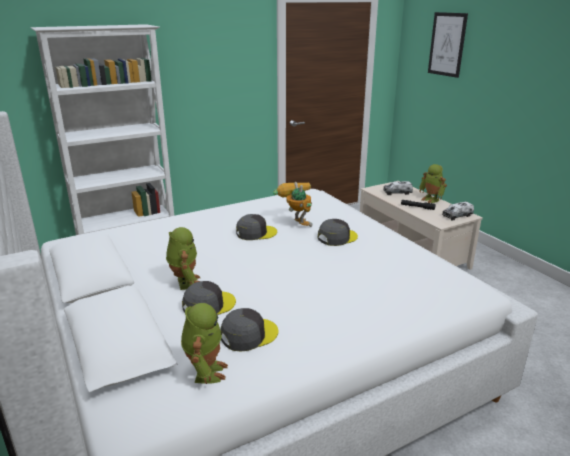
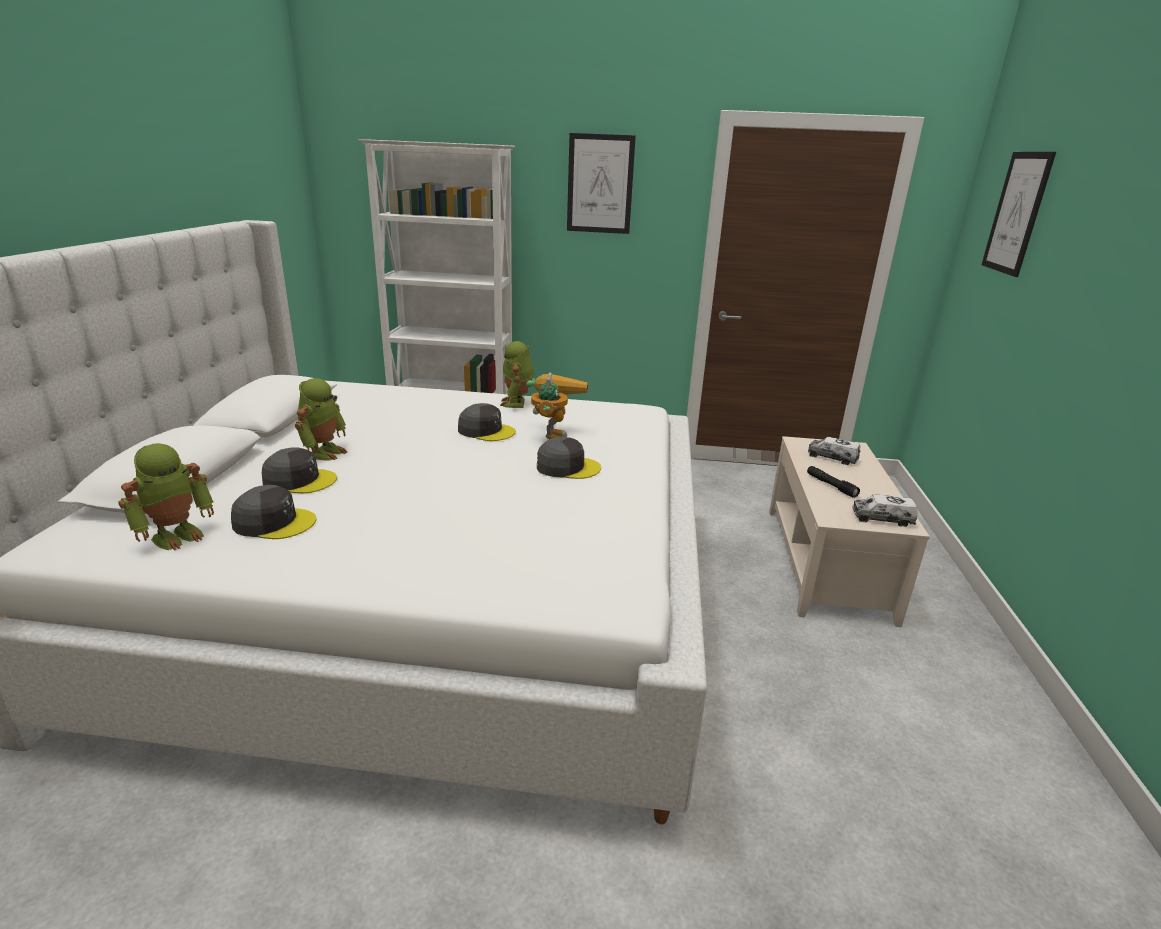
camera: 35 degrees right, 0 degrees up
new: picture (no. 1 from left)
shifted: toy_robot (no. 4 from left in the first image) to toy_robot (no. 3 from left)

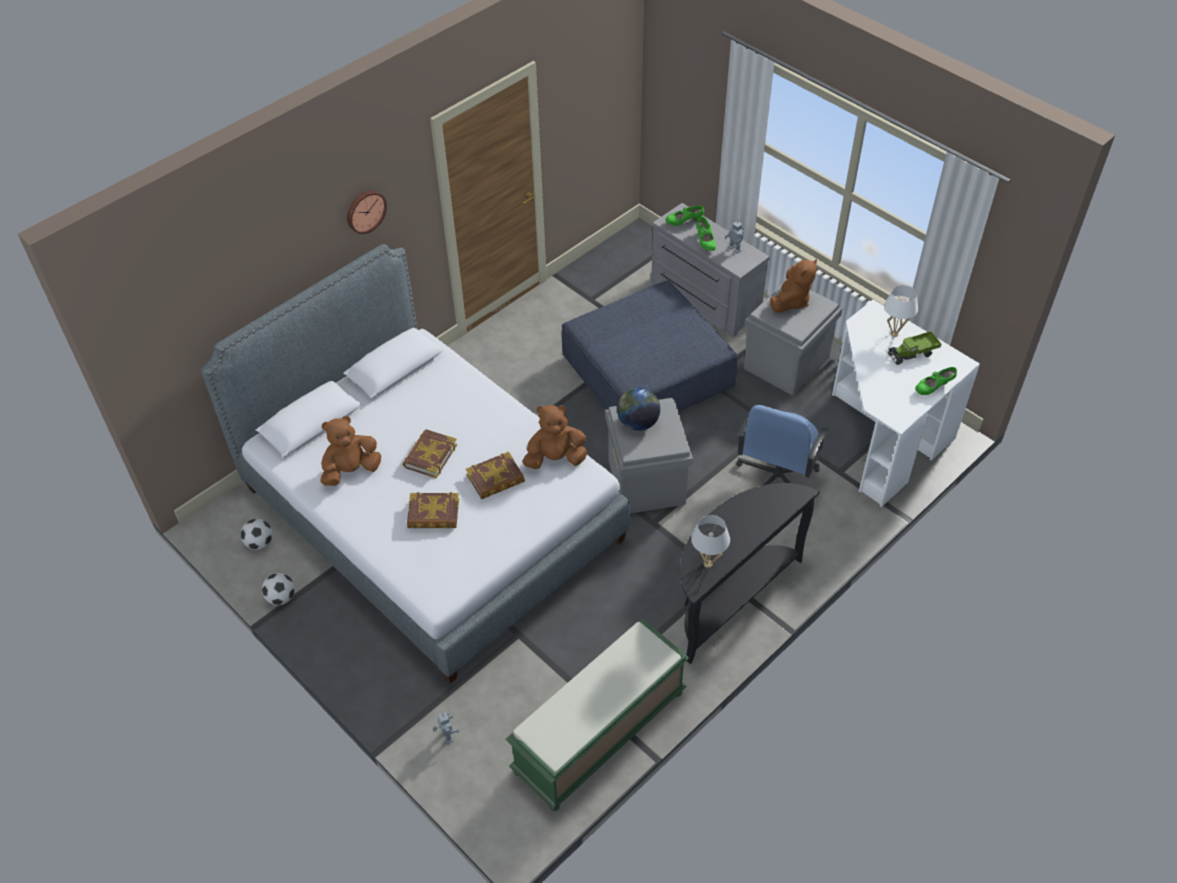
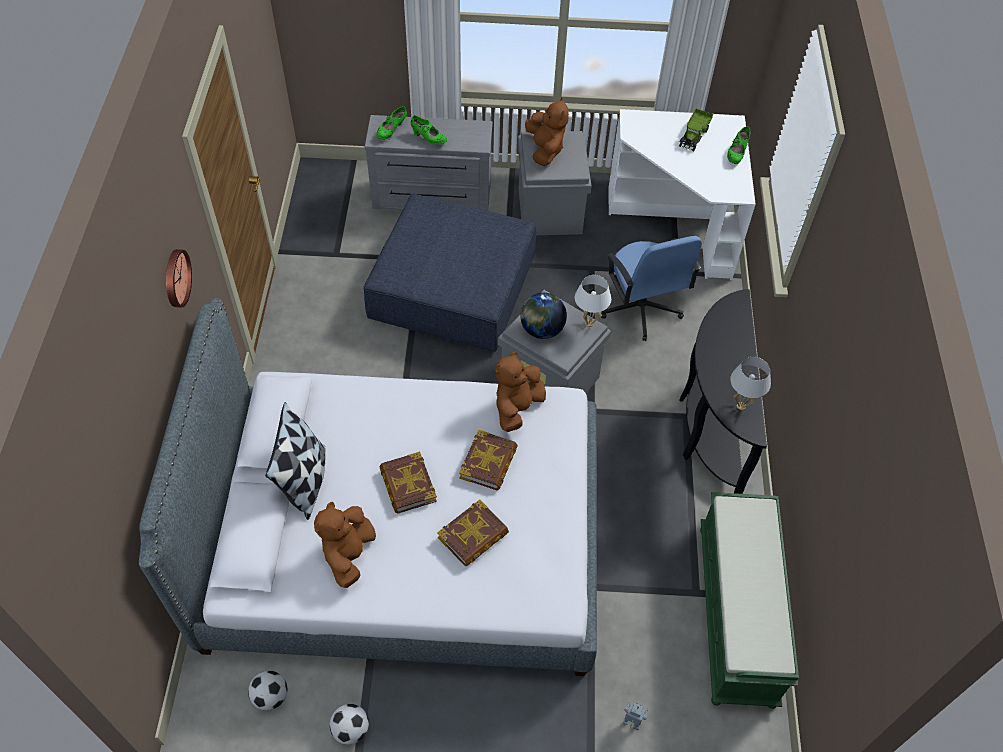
camera: 45 degrees left, 5 degrees up
gone: toy_robot (no. 2 from left)
new: pillow
shifted: white_table_lamp (no. 2 from left in the first image) to white_table_lamp (no. 1 from left)

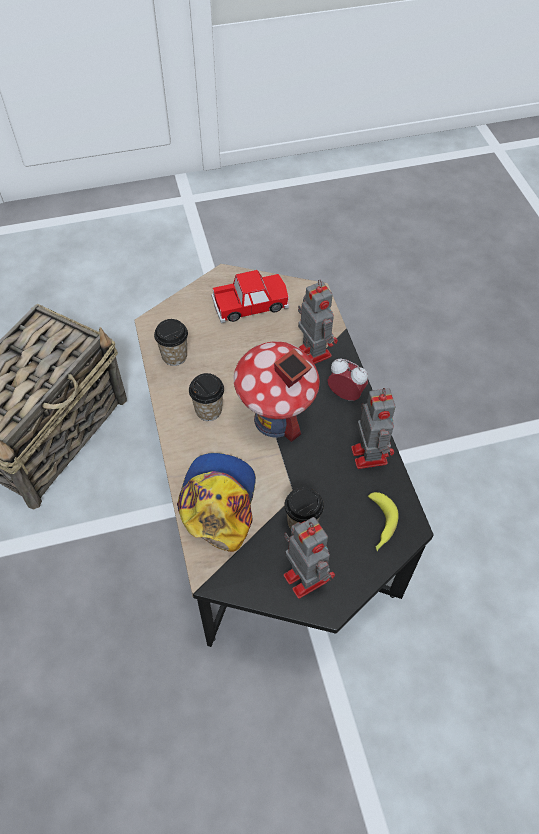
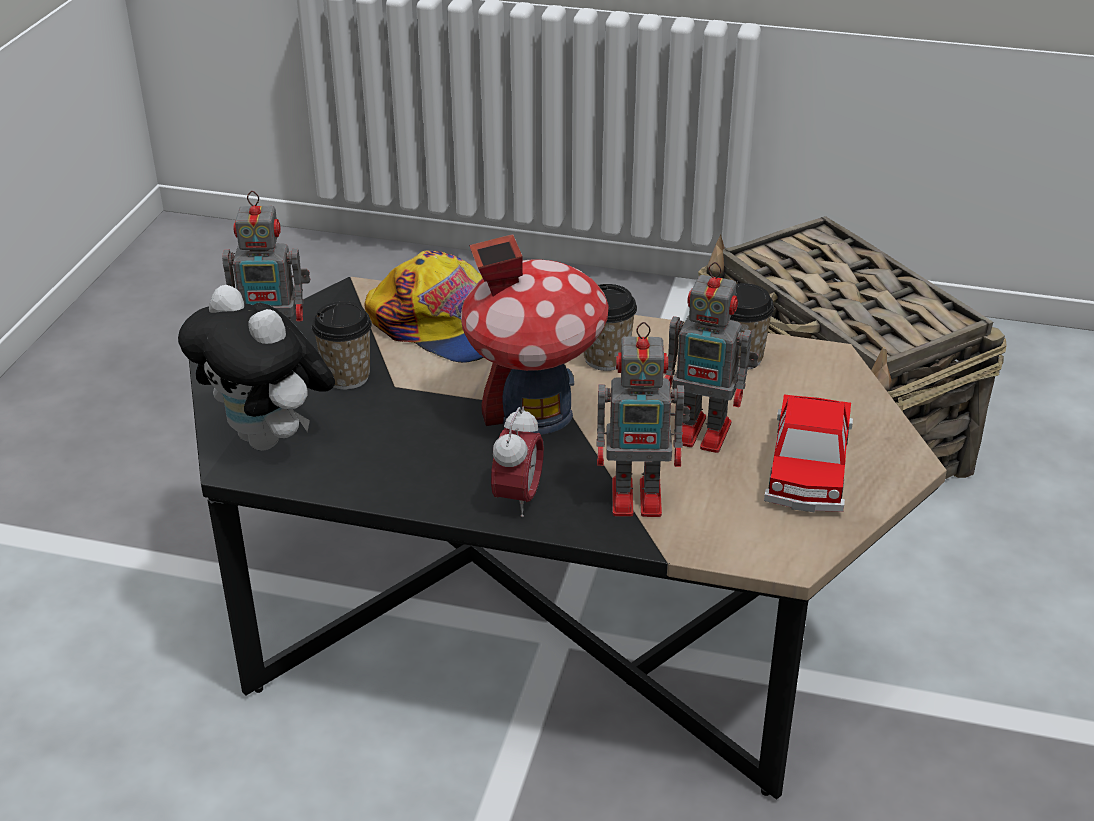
camera: 120 degrees right, 20 degrees down
shifted: toy_robot (no. 3 from left)
swapped: banana to plush_toy
rotated: alarm_clock 45 degrees counterclockwise

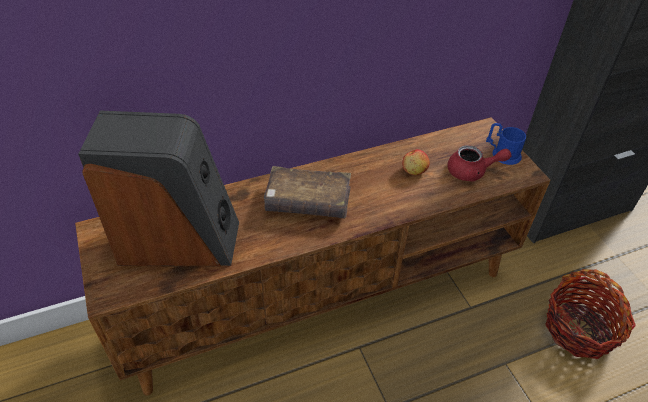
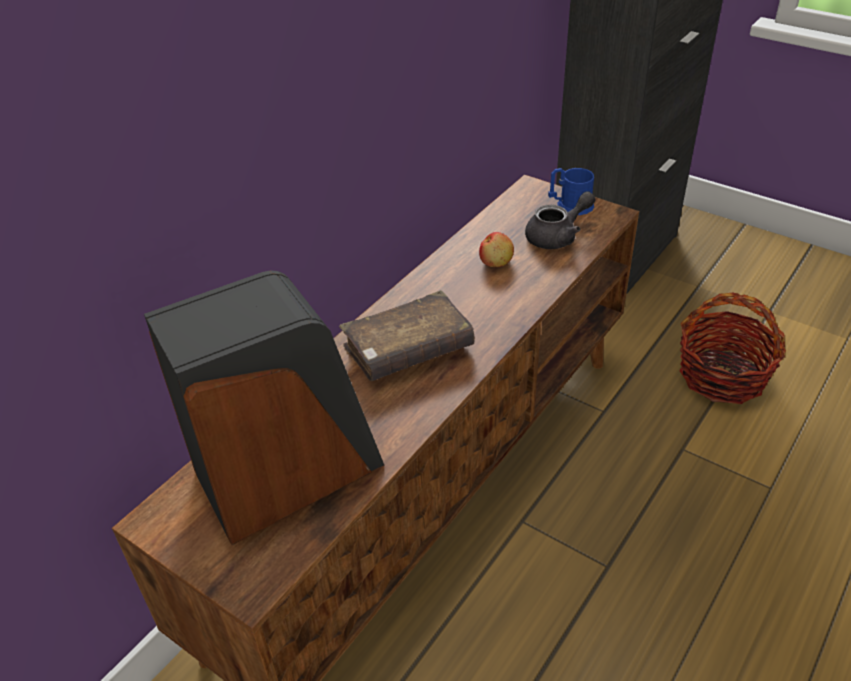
camera: 30 degrees left, 5 degrees down
repainted: red_teapot to grey_teapot

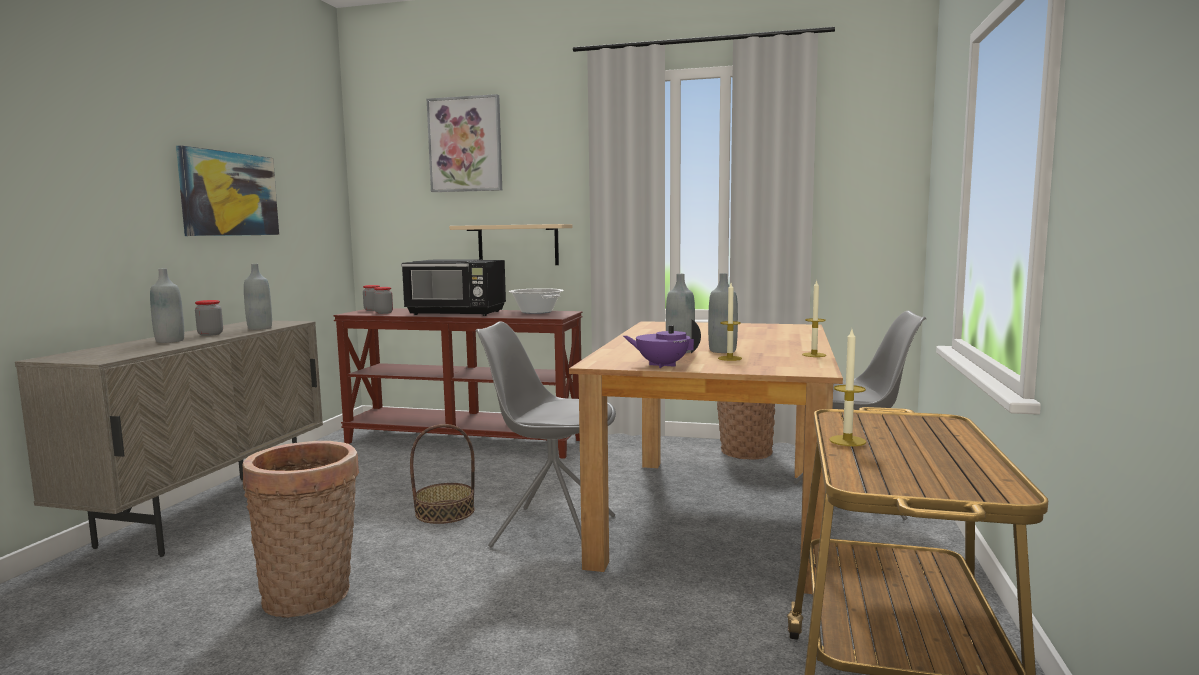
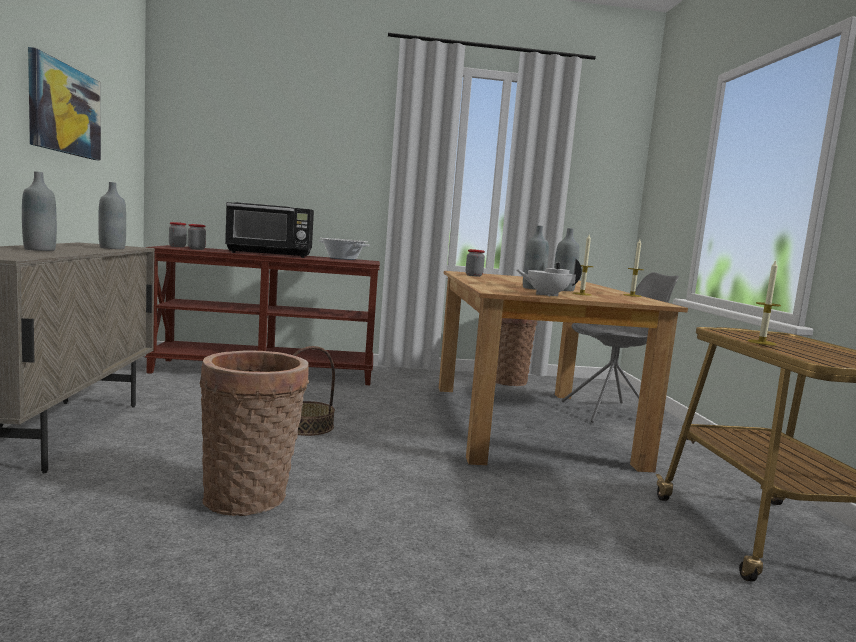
camera: 20 degrees left, 0 degrees up
gone: picture (no. 2 from left); beige_shelf; grey_chair (no. 1 from left)
shifted: jar (no. 1 from left in the first image) to jar (no. 3 from left)
repainted: purple_teapot to white_teapot

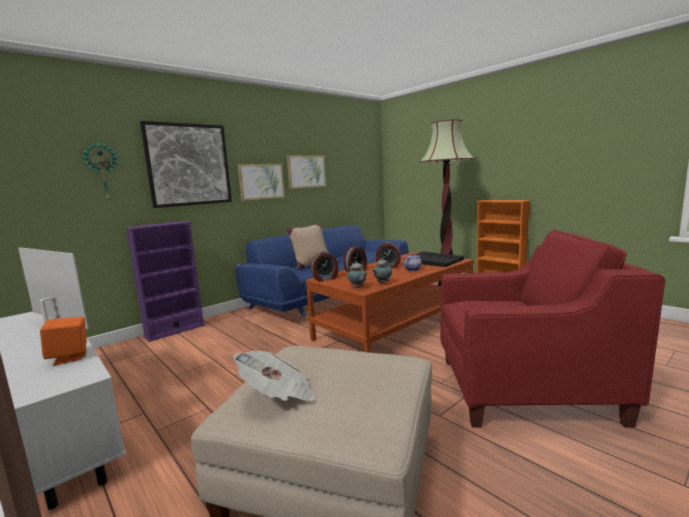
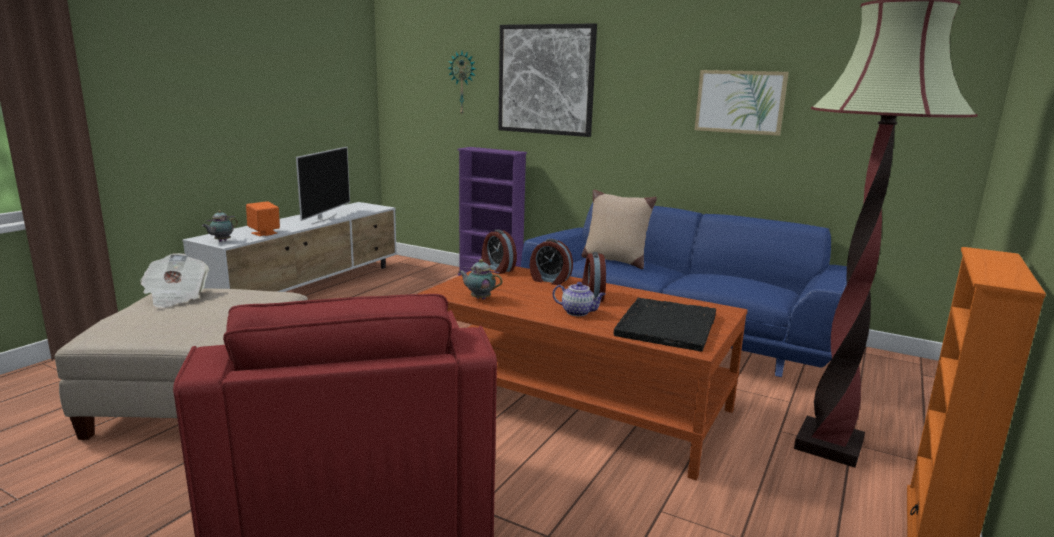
camera: 70 degrees right, 5 degrees up
gone: picture (no. 2 from left)
shifted: teapot (no. 1 from left)

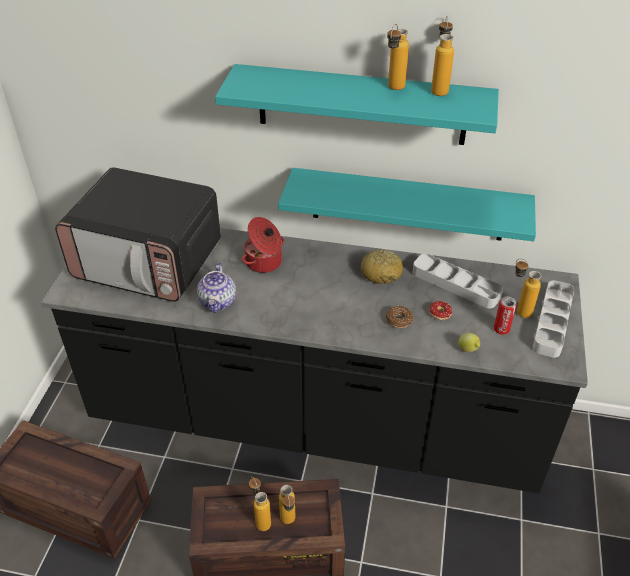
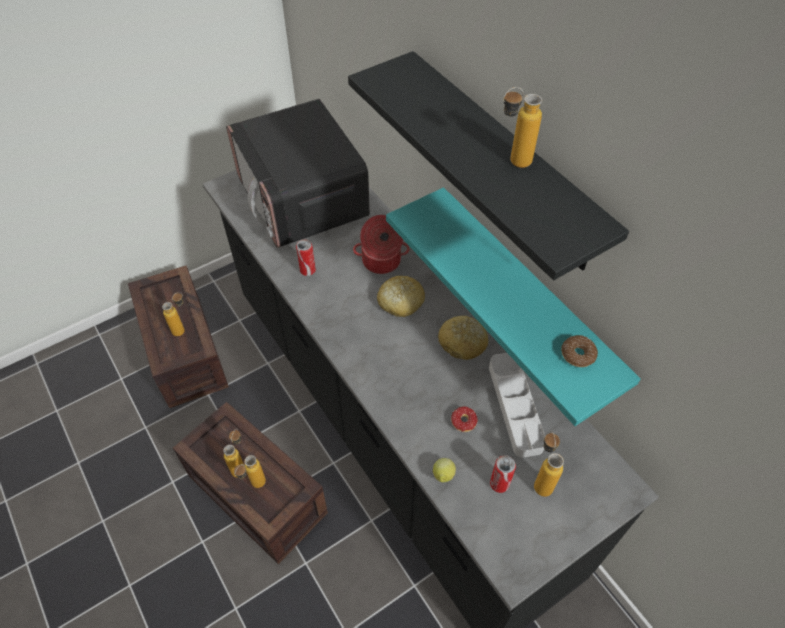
camera: 45 degrees right, 10 degrees up
gone: grey_tray (no. 2 from left)
new: bread (no. 1 from left)
shifted: donut (no. 1 from left in the first image) to donut (no. 2 from left); bottle (no. 4 from left in the first image) to bottle (no. 1 from left)
swapped: teapot to can (no. 1 from left)
repainted: turquoise_shelf (no. 1 from left) to black_shelf

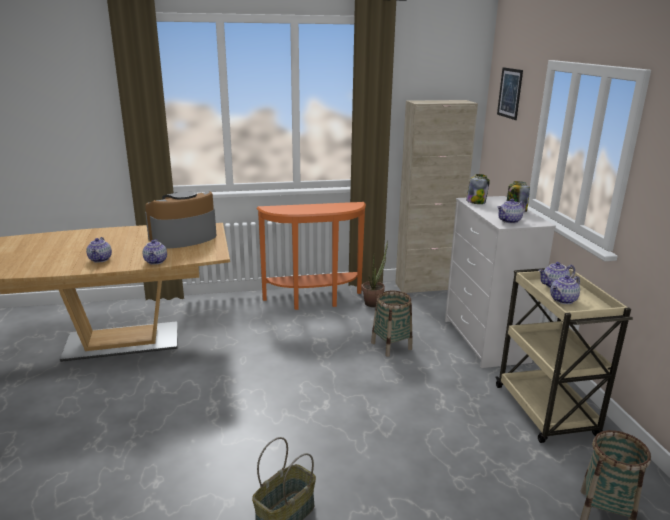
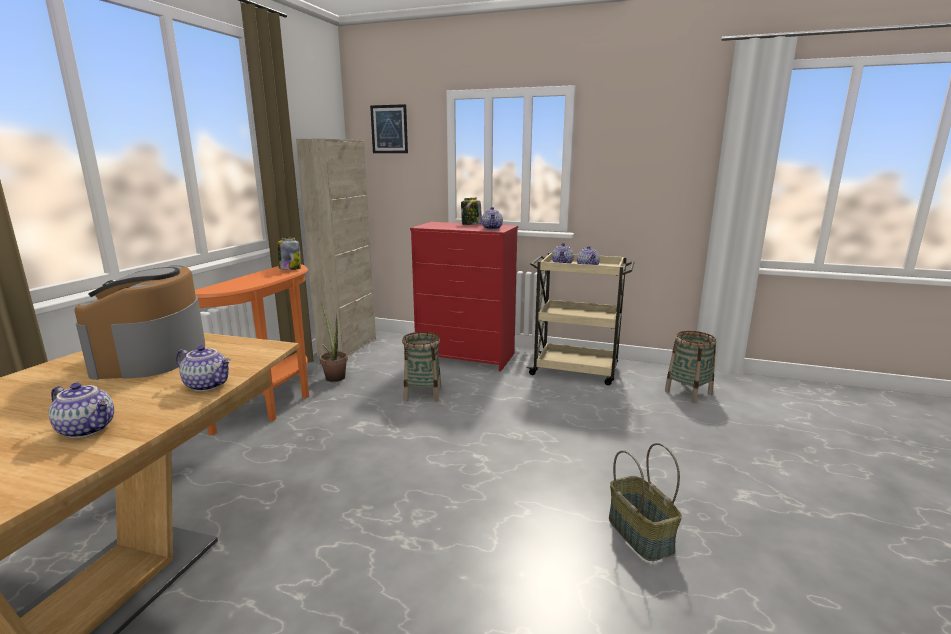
camera: 60 degrees left, 5 degrees down
shifted: jar (no. 1 from left)
repainted: white_dresser to red_dresser

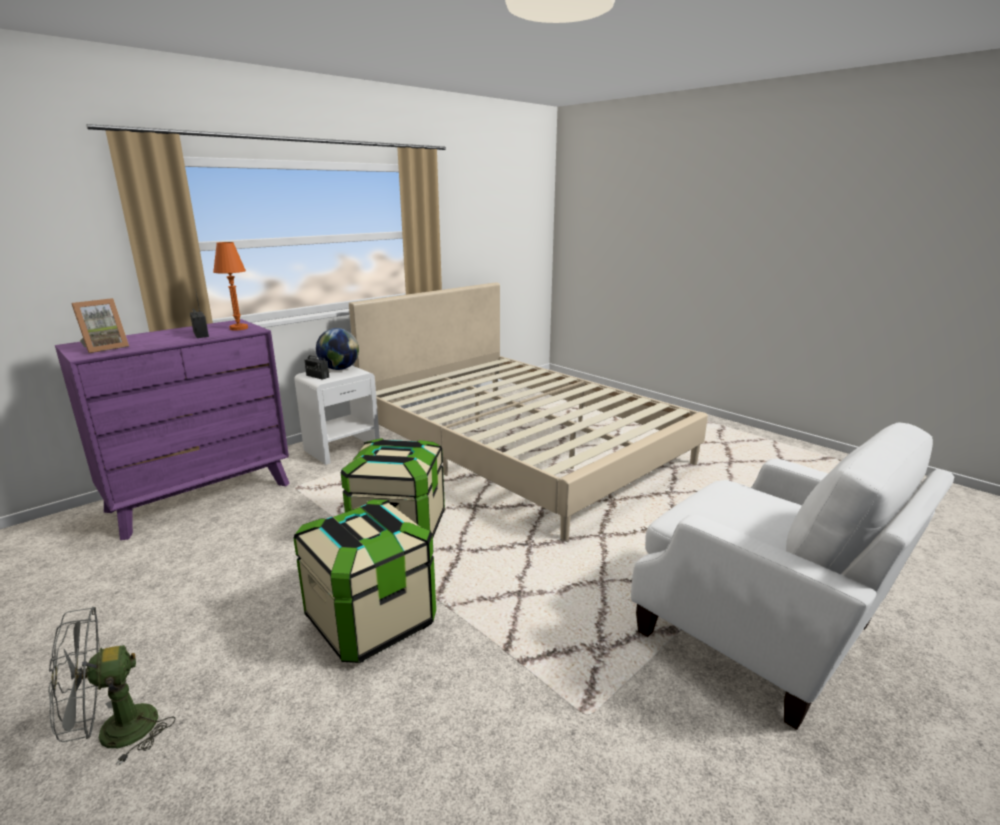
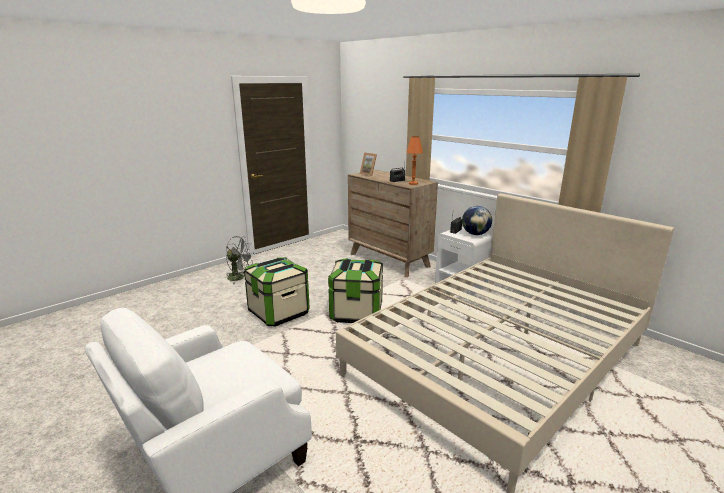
camera: 90 degrees right, 0 degrees up
repainted: purple_dresser to brown_dresser
rotated: grey_fan 135 degrees clockwise

